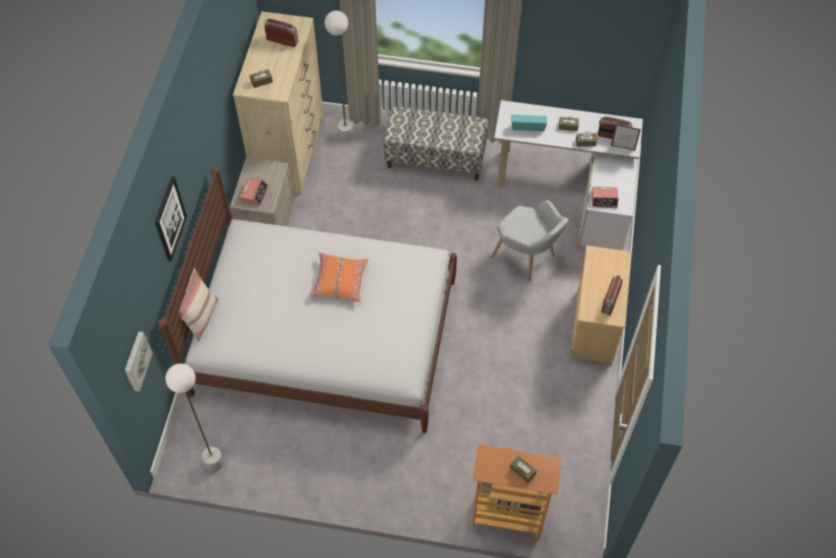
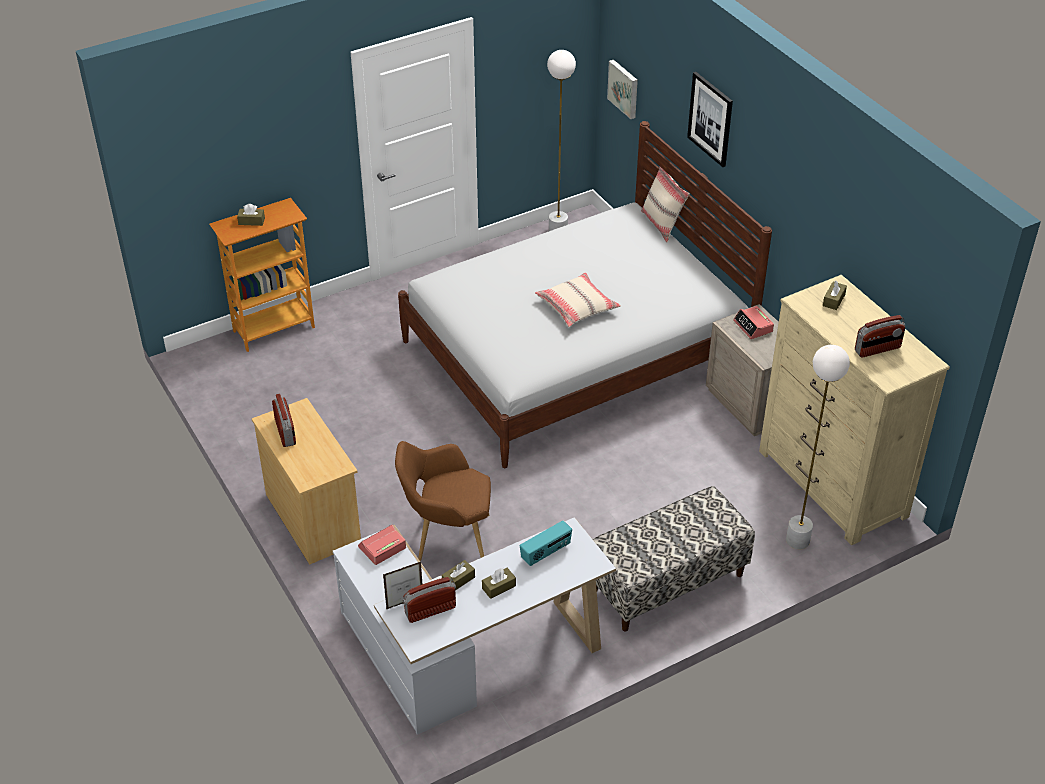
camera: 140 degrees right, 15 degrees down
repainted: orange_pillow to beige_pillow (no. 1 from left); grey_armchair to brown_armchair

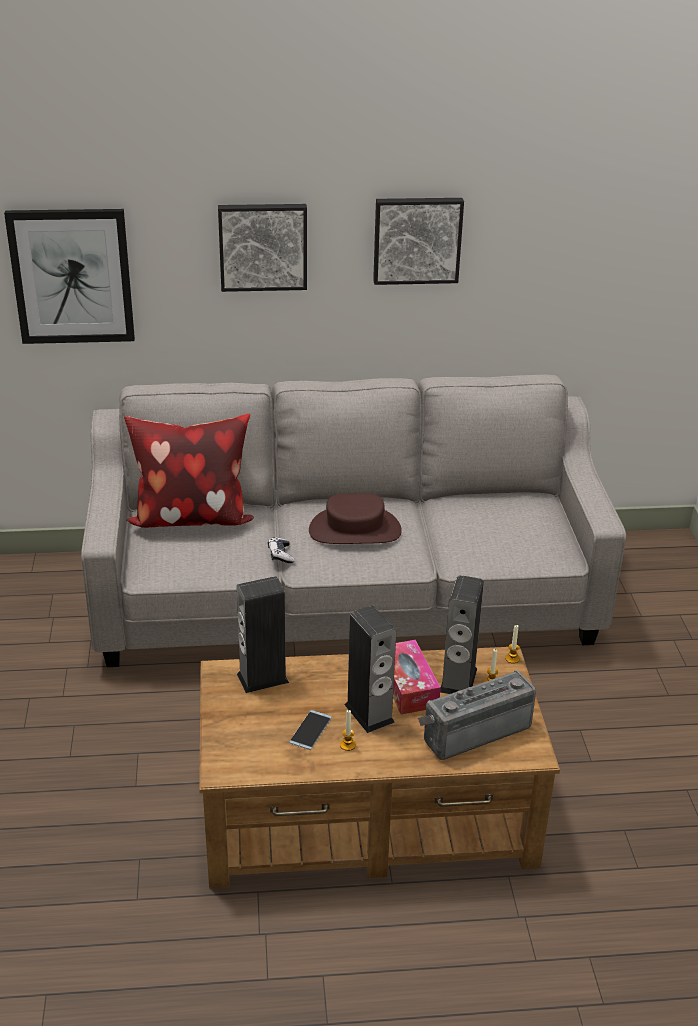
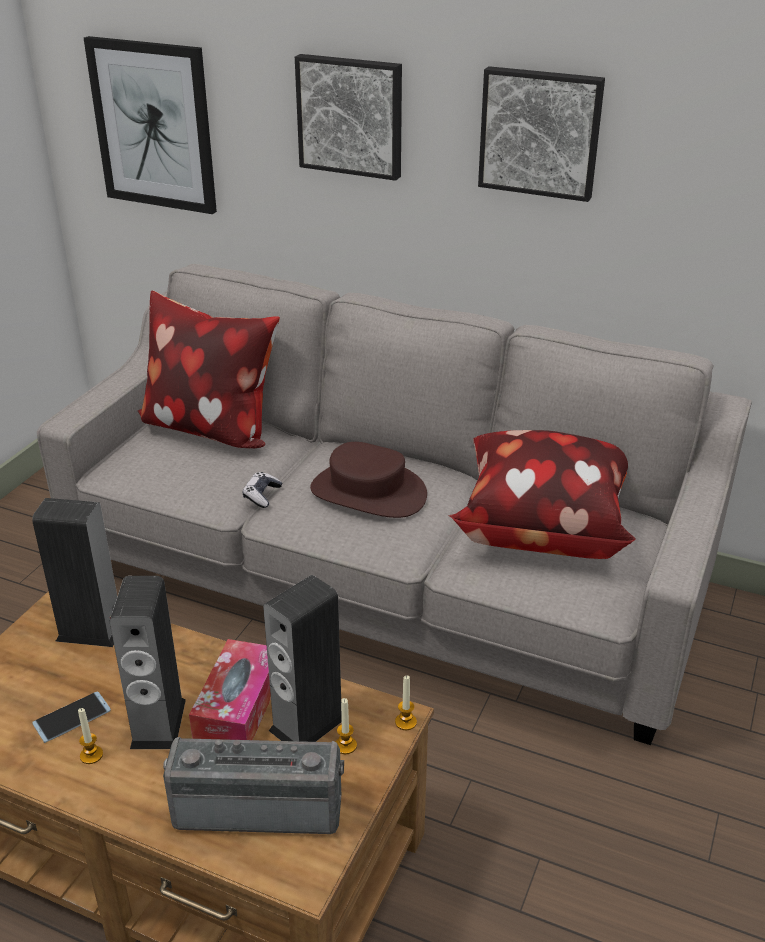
camera: 30 degrees right, 0 degrees up
new: pillow (no. 2 from left)

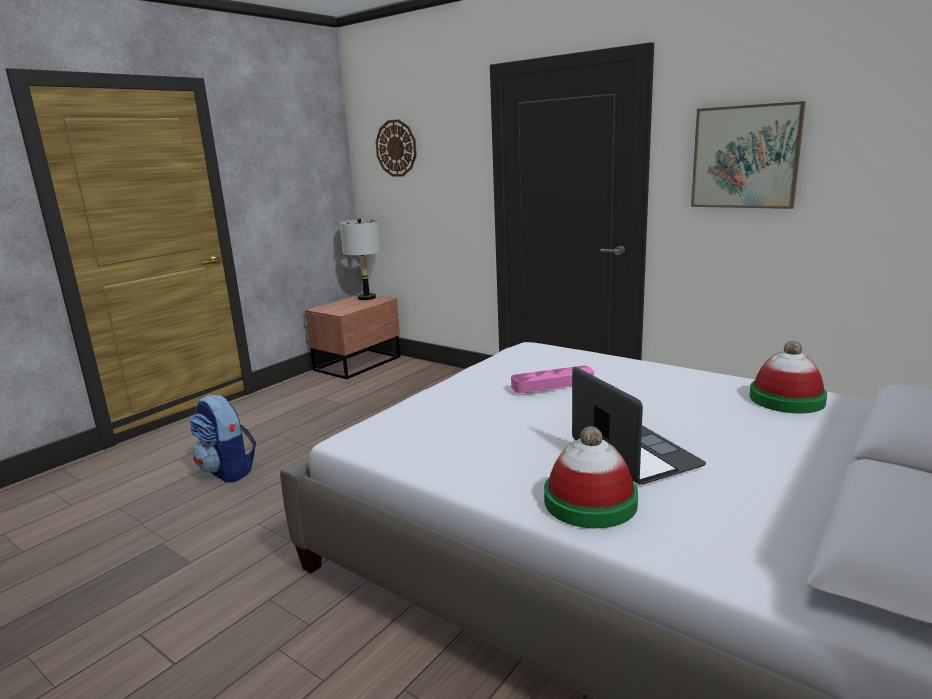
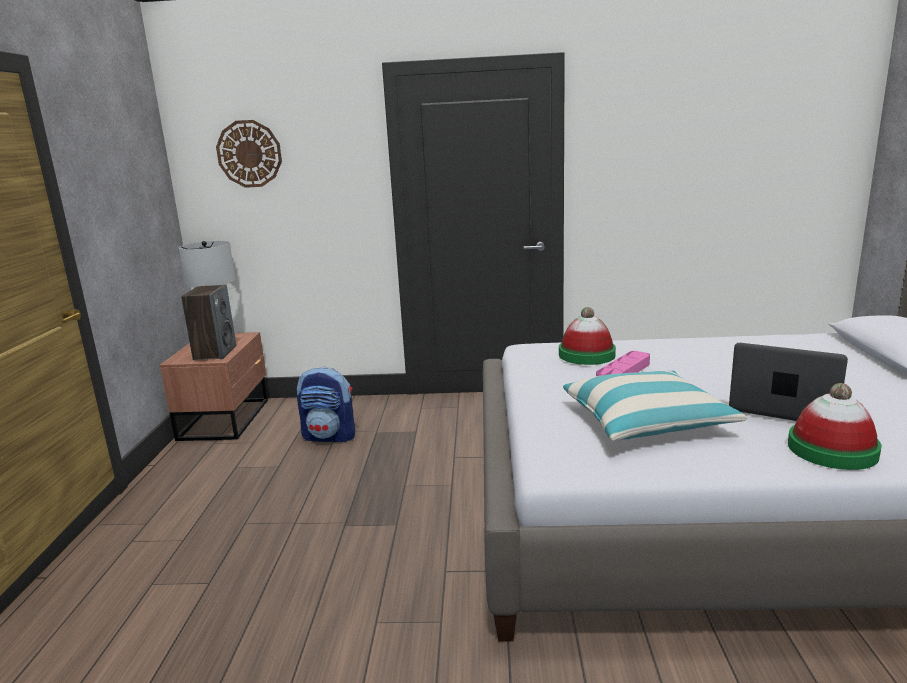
camera: 35 degrees left, 0 degrees up
gone: picture
new: speaker; pillow
shifted: backpack; hat (no. 2 from left in the first image) to hat (no. 1 from left)

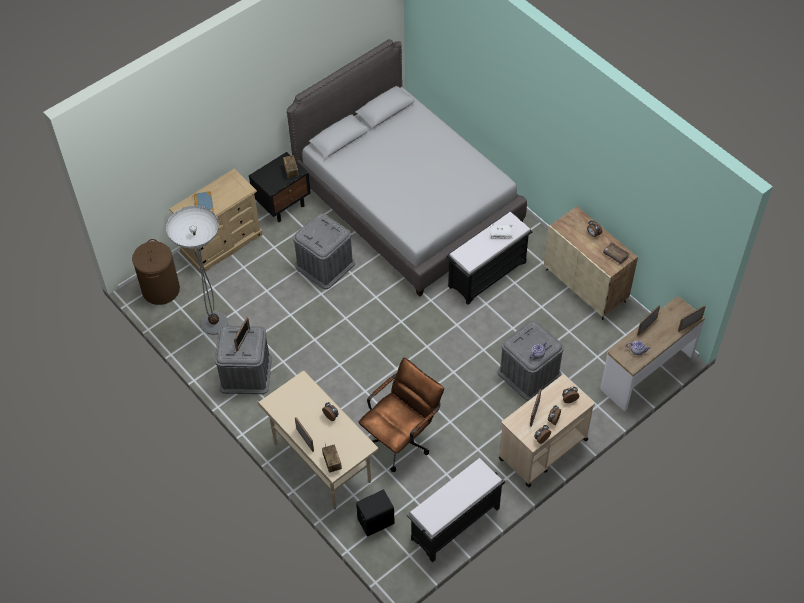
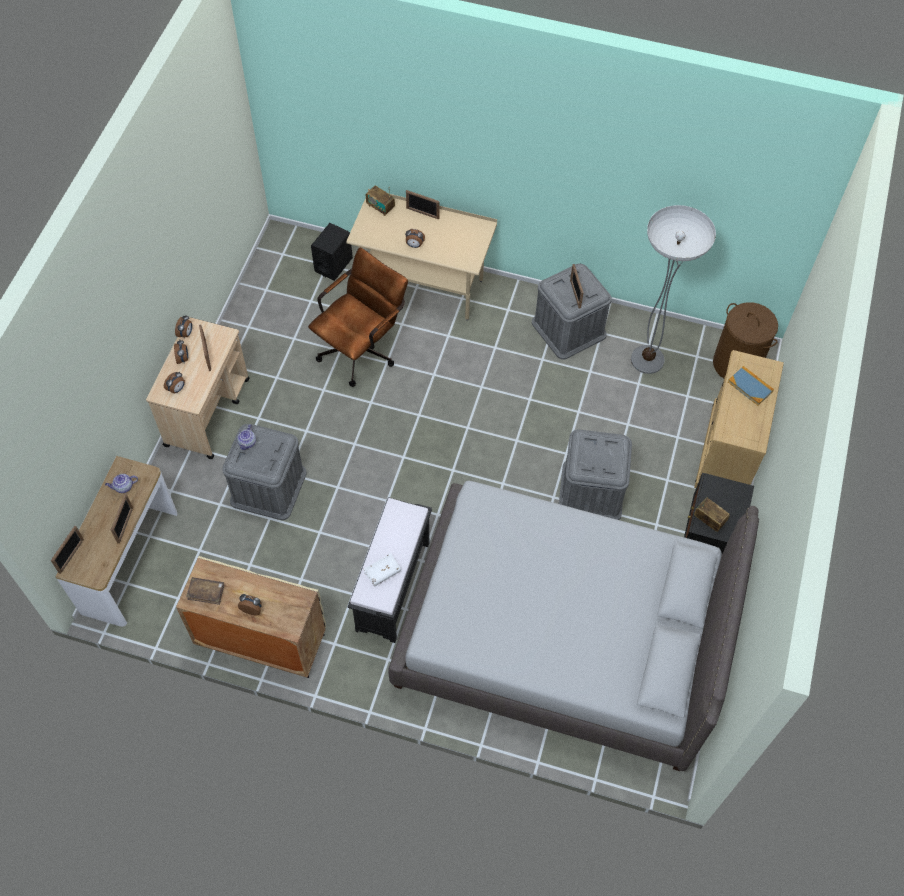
camera: 145 degrees right, 5 degrees up
gone: black_bench (no. 1 from left)
rotated: brown_office_chair 150 degrees counterclockwise

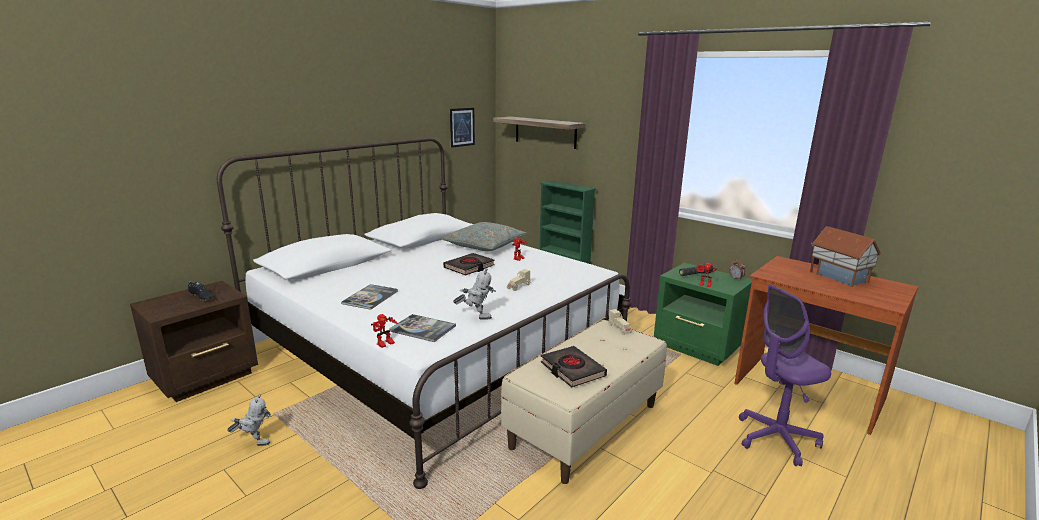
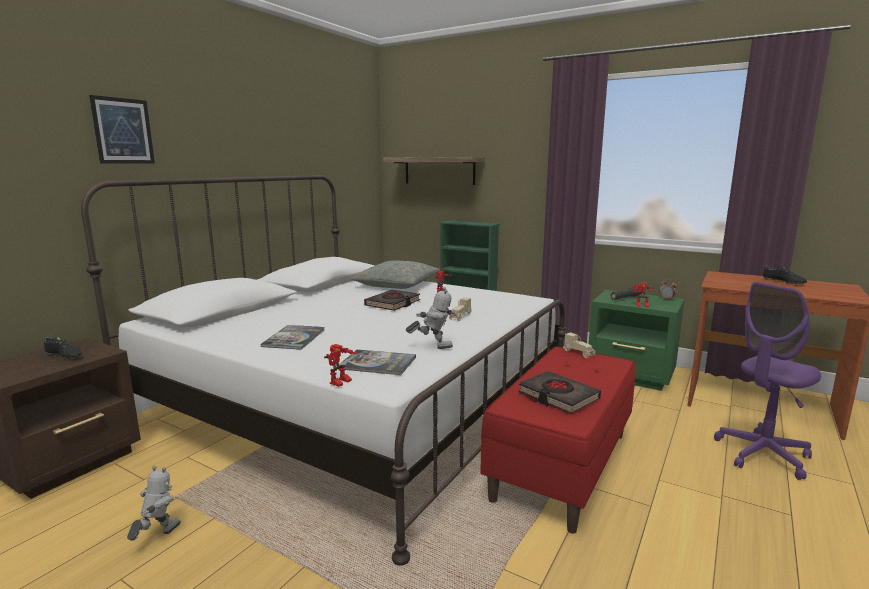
camera: 10 degrees left, 5 degrees down
shifted: picture
swapped: toy_house to black_shoe (no. 2 from left)
repainted: beige_bench to red_bench
rotated: toy_robot (no. 1 from left) 60 degrees counterclockwise

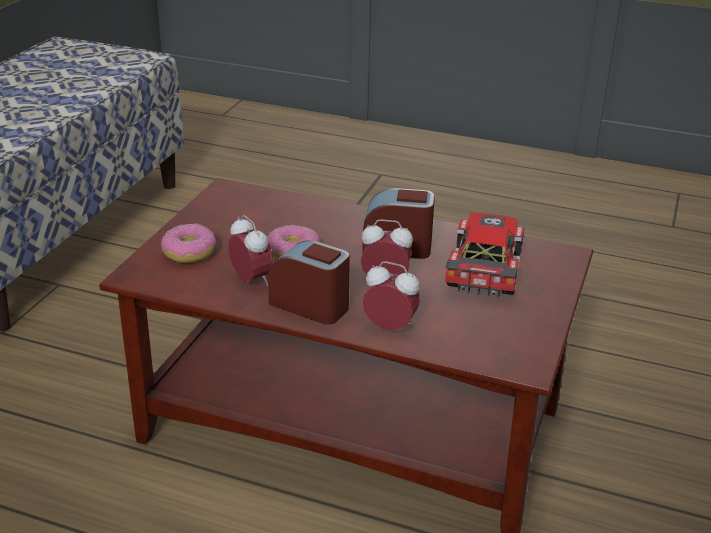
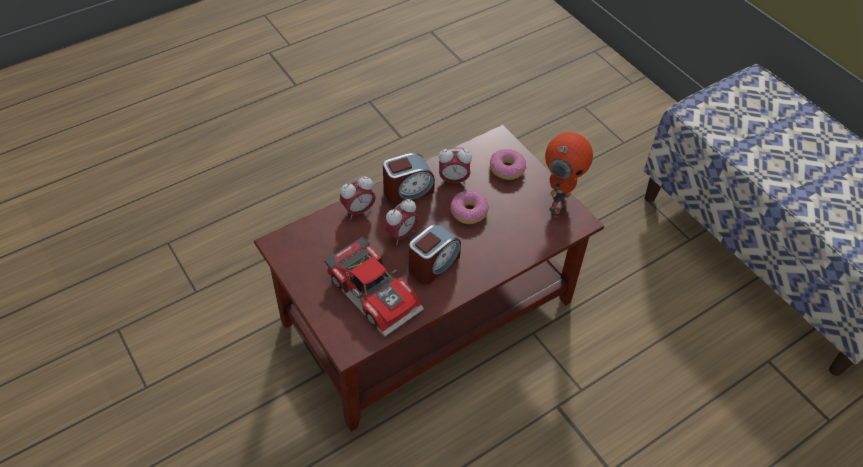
camera: 125 degrees right, 20 degrees up
new: toy_robot

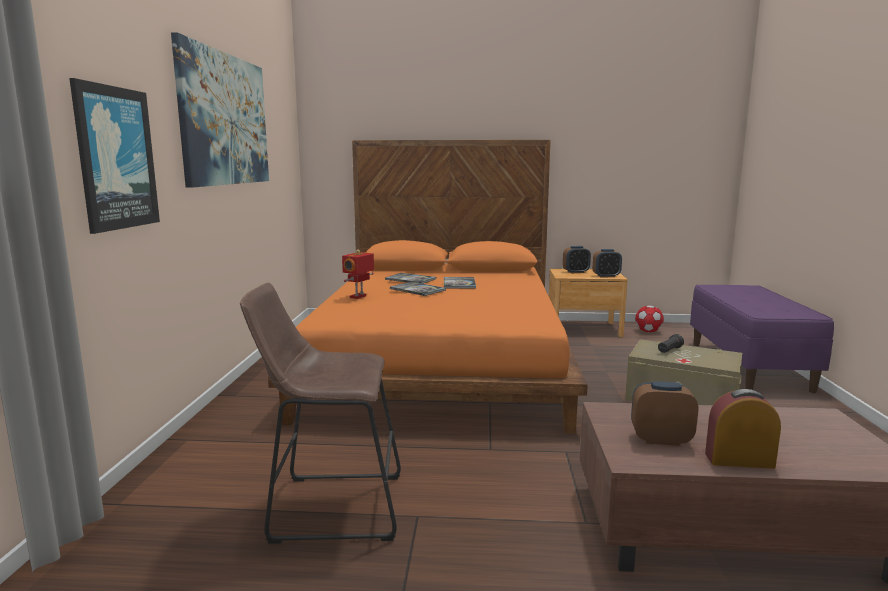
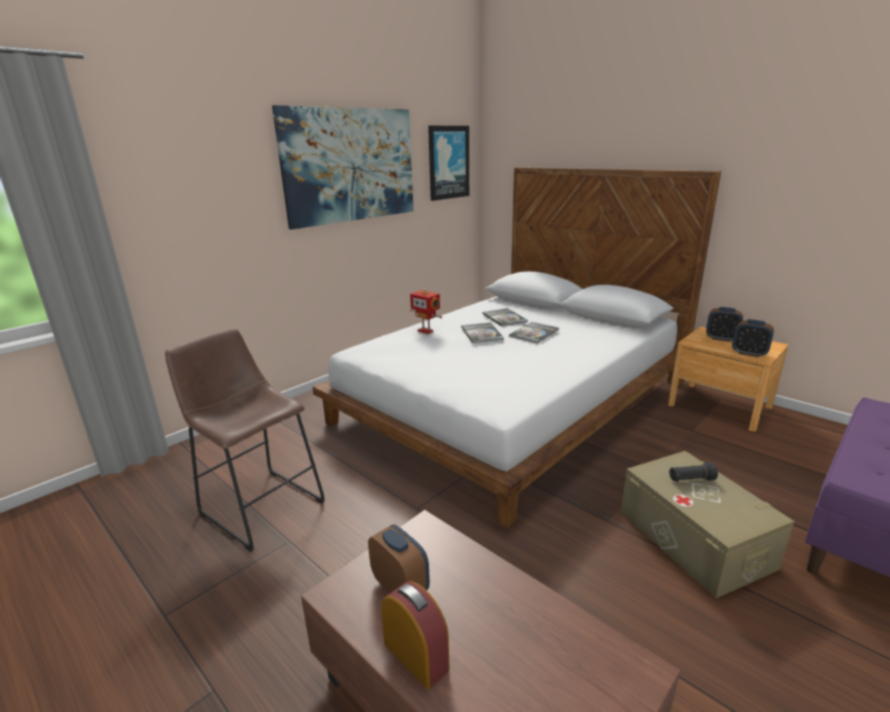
camera: 40 degrees right, 10 degrees up
gone: football
shifted: picture (no. 1 from left in the first image) to picture (no. 2 from left)
repainted: orange_bed to white_bed
rotated: toy_robot 120 degrees counterclockwise

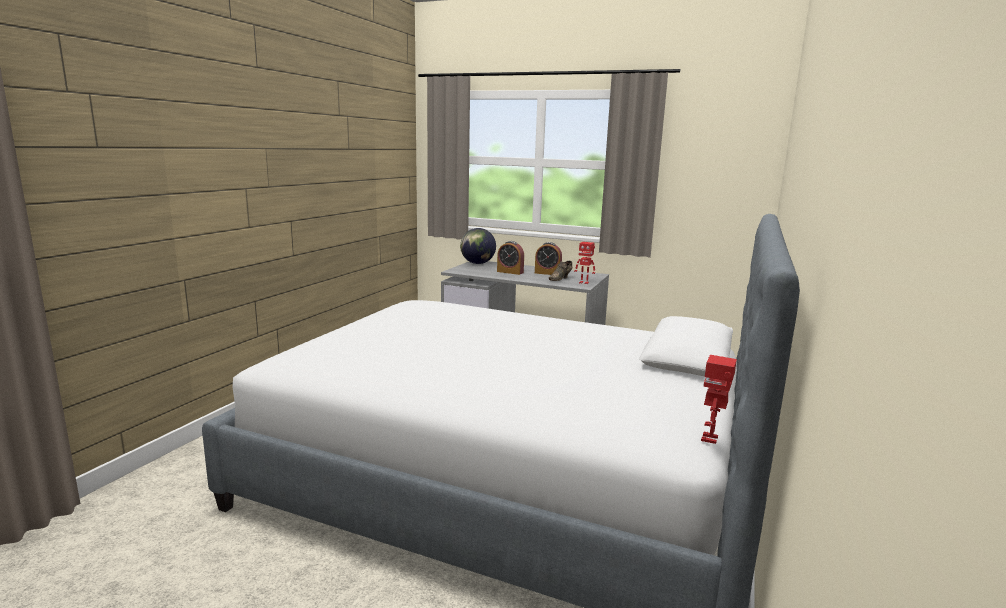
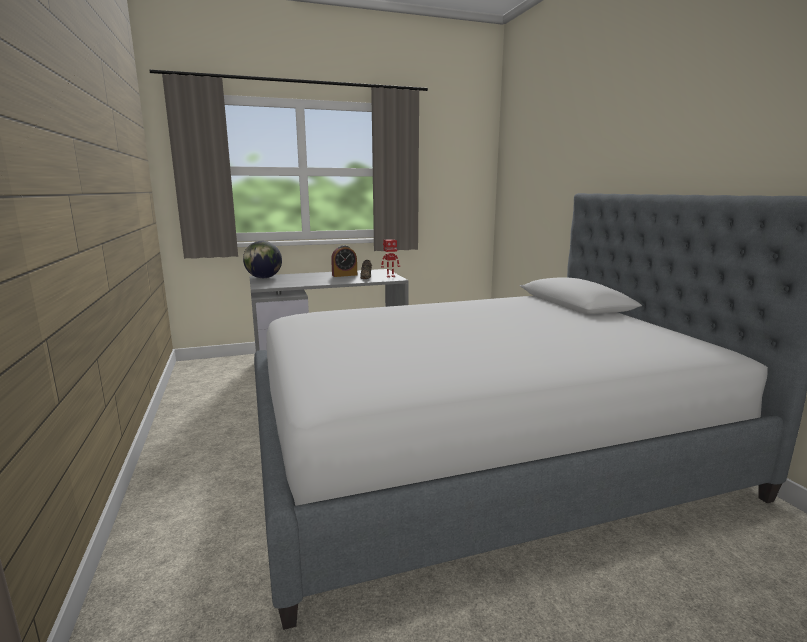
camera: 40 degrees left, 0 degrees up
gone: alarm_clock (no. 1 from left); toy_robot (no. 2 from left)

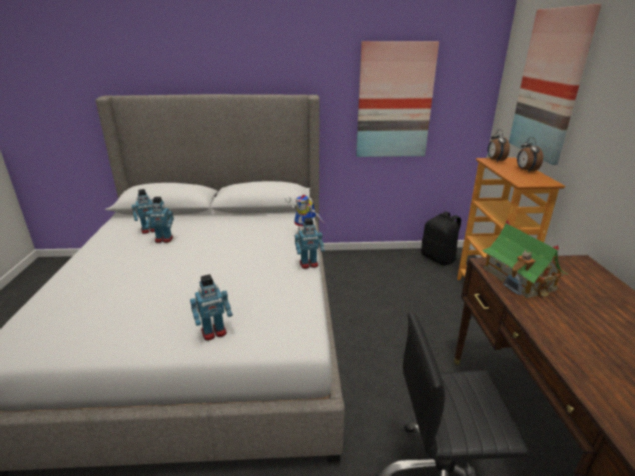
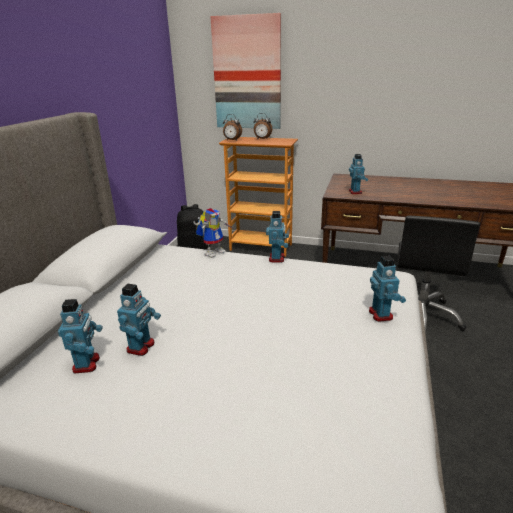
camera: 70 degrees left, 0 degrees up
gone: picture (no. 1 from left)
swapped: toy_house to toy_robot (no. 5 from left)

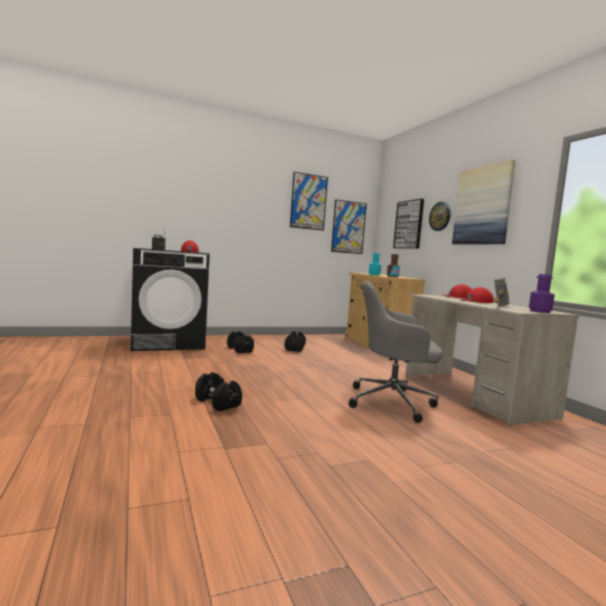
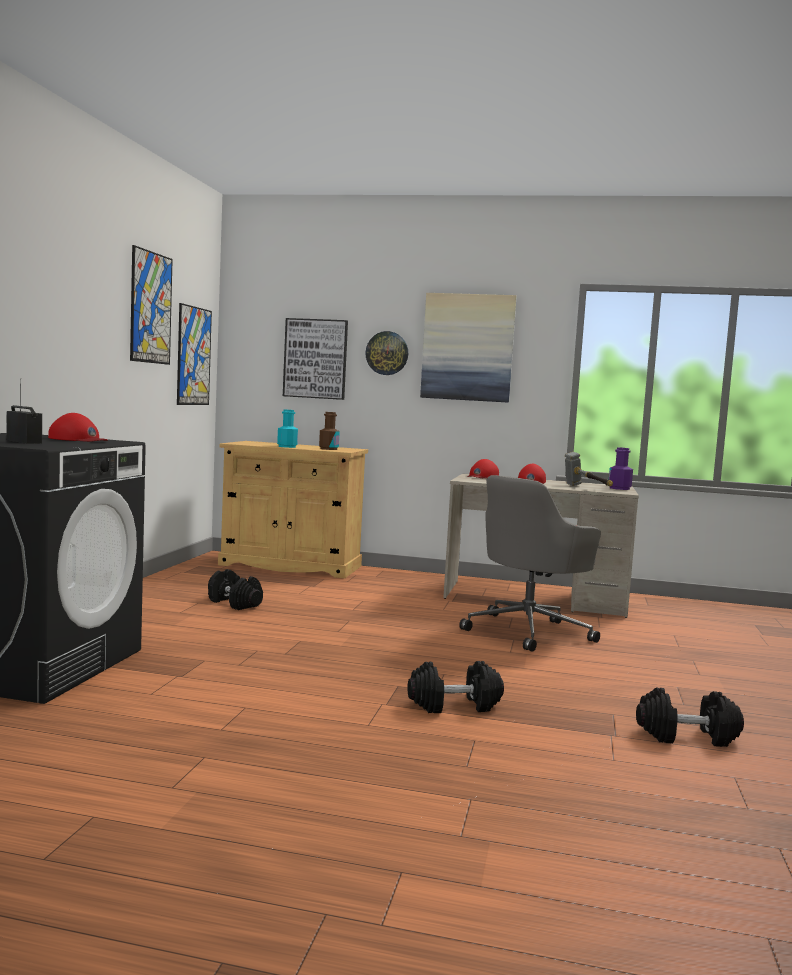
camera: 55 degrees left, 0 degrees up
shifted: black_dumbbell (no. 2 from left in the first image) to black_dumbbell (no. 3 from left)

